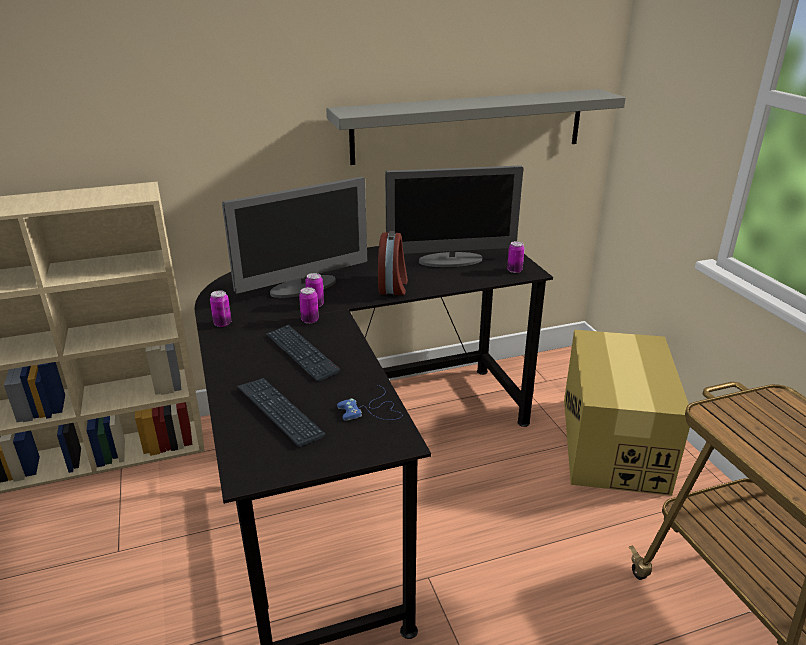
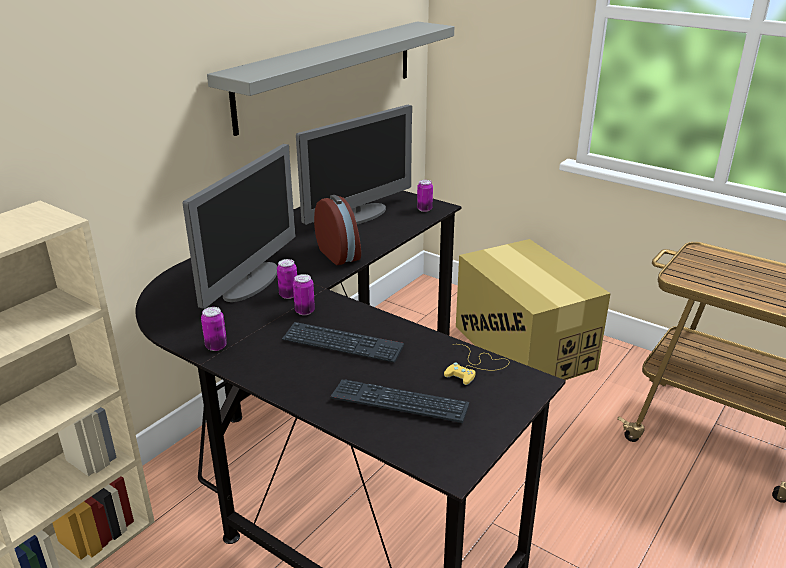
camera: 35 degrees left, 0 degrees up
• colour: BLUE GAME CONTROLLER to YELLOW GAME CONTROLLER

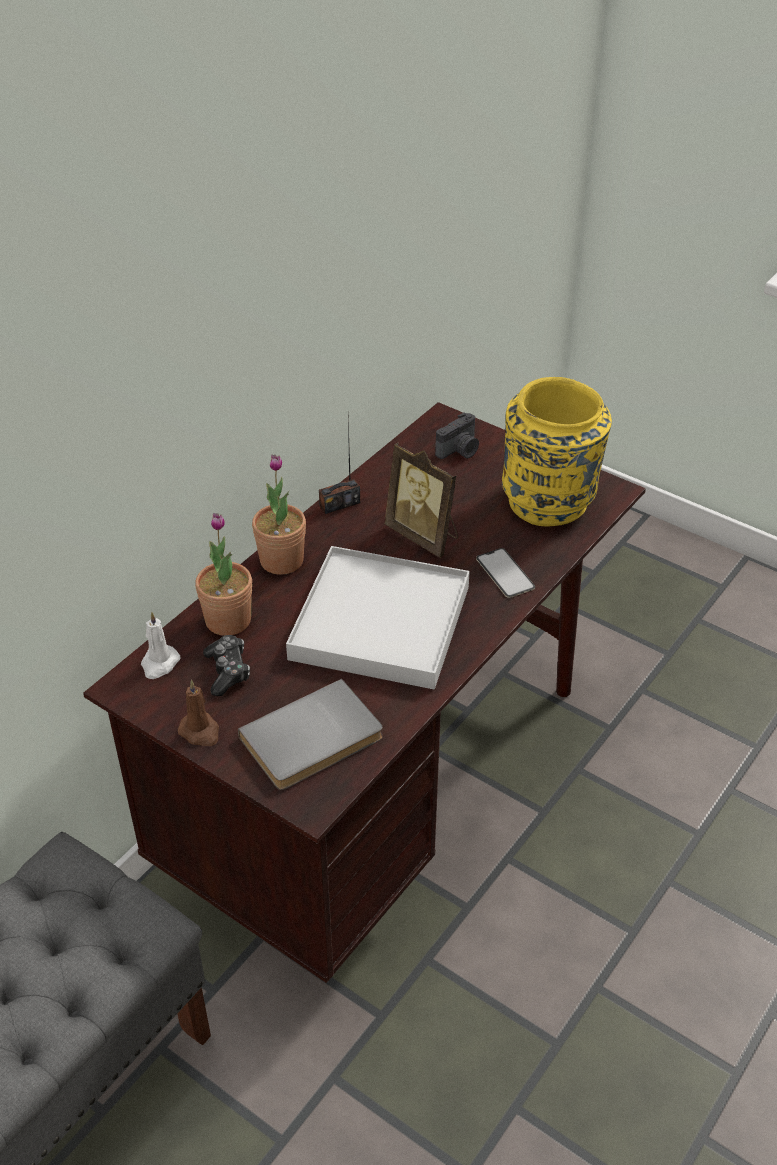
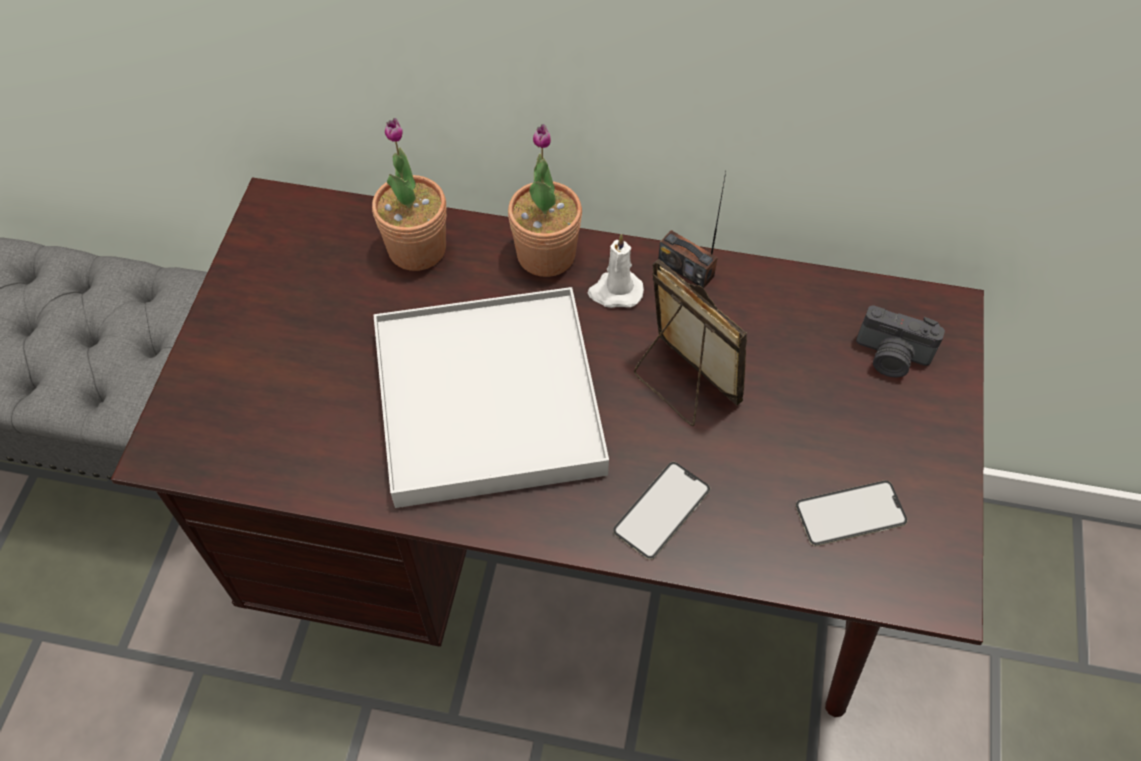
camera: 65 degrees right, 15 degrees up
• relocated: WHITE CANDLE
• missing: BROWN CANDLE
• missing: GAME CONTROLLER
• missing: GREY BOOK
• spun: PICTURE FRAME 120 degrees clockwise
• exchanged: YELLOW VASE to PHONE (no. 2 from left)

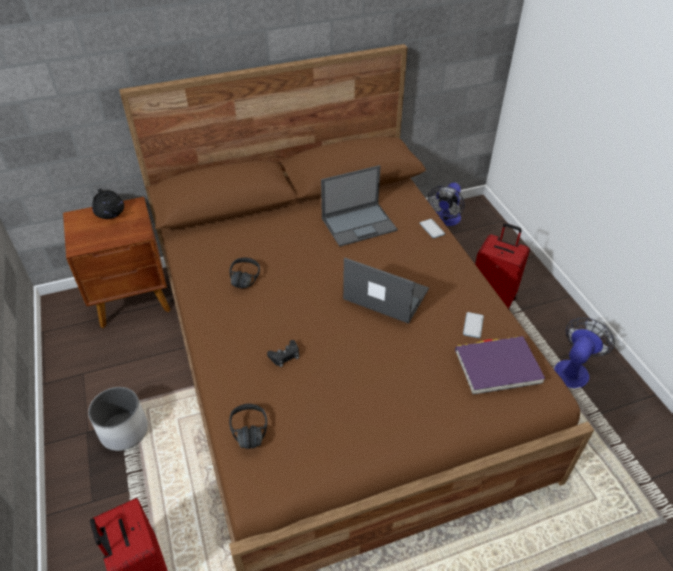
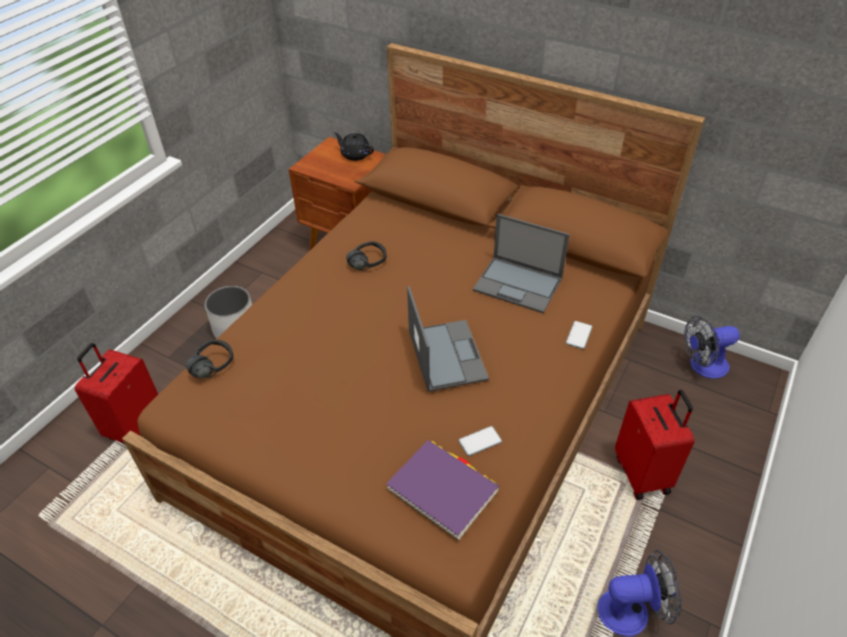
camera: 50 degrees right, 0 degrees up
• spun: BLACK TEAPOT 105 degrees clockwise
• missing: BLACK GAME CONTROLLER

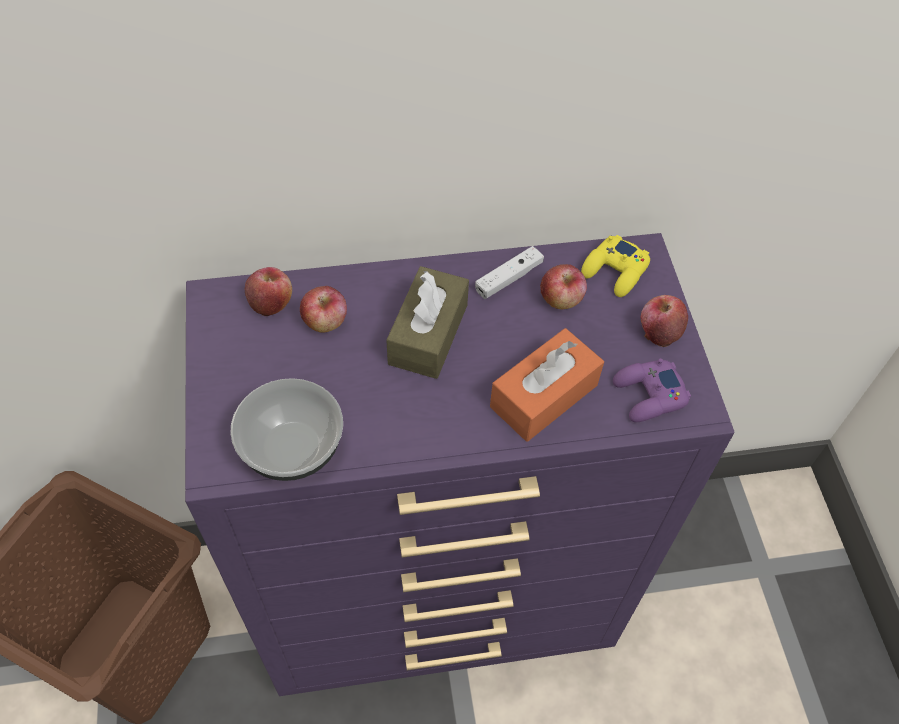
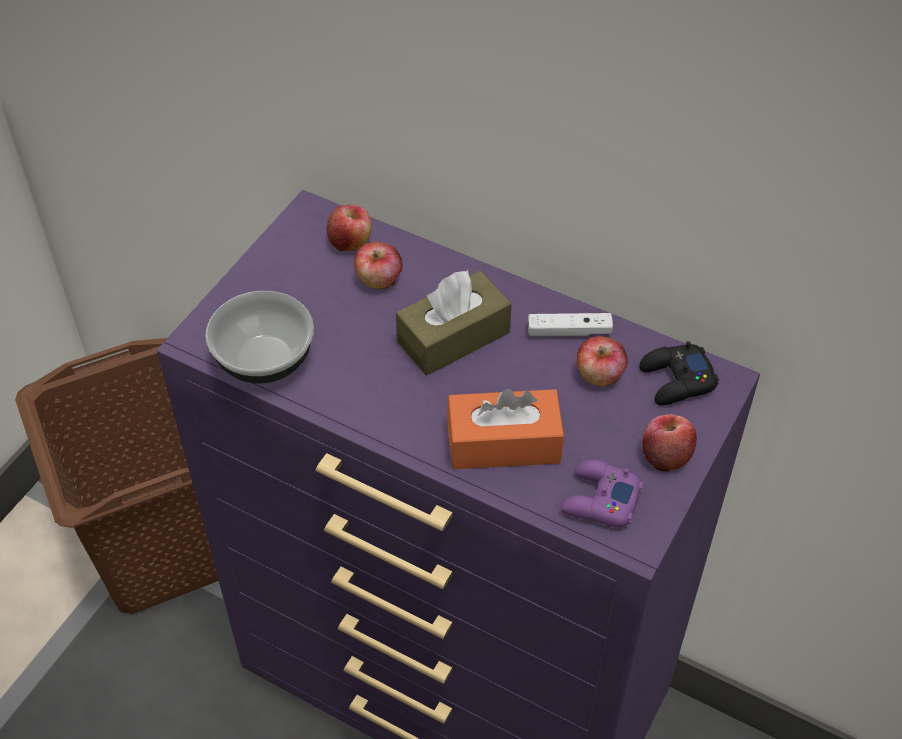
camera: 40 degrees right, 5 degrees down
• colour: YELLOW GAME CONTROLLER to BLACK GAME CONTROLLER

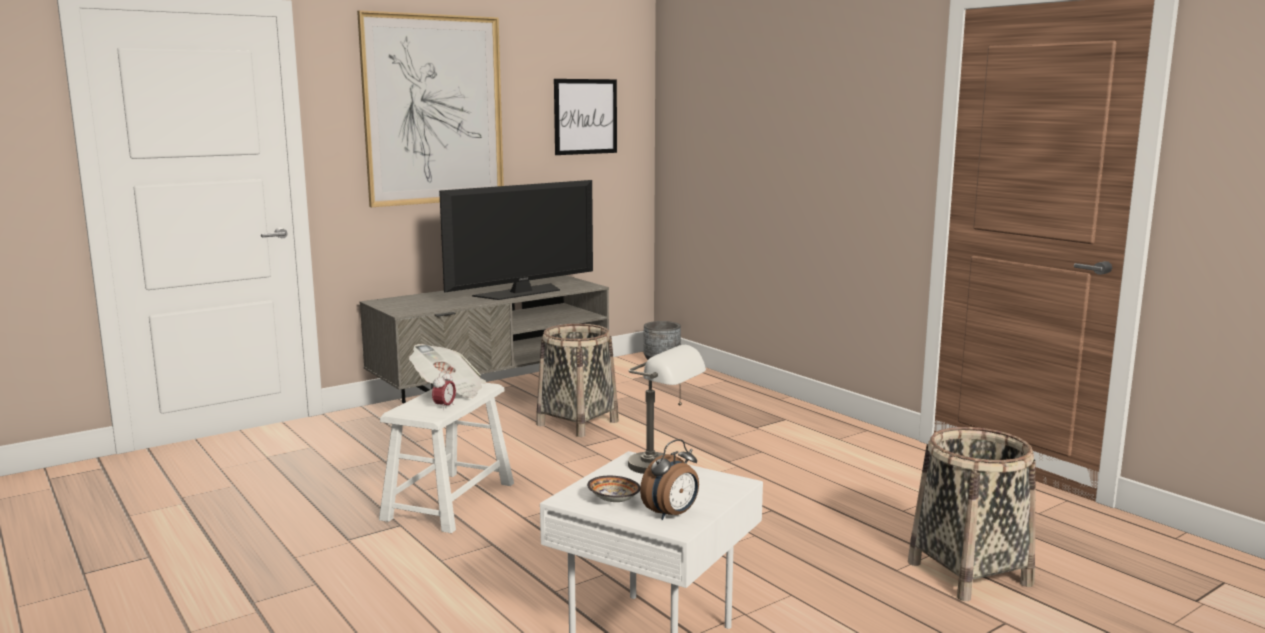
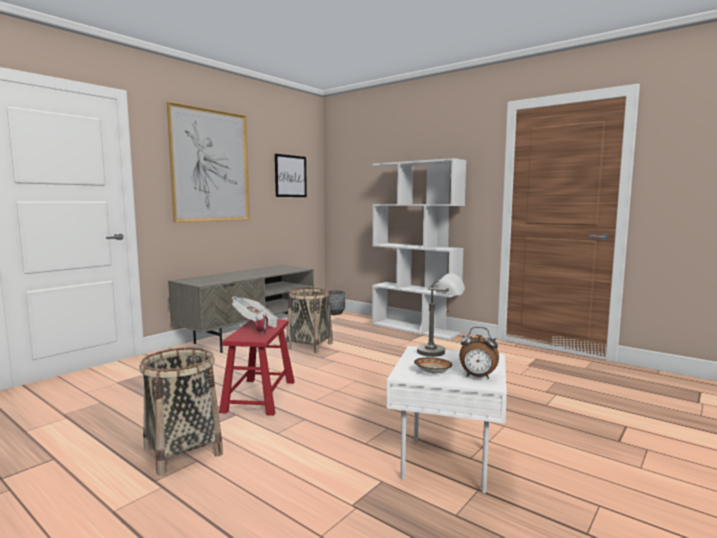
camera: 15 degrees left, 5 degrees down
• colour: WHITE STOOL to RED STOOL
• missing: TELEVISION
• spun: ALARM CLOCK (no. 2 from left) 75 degrees clockwise
• relocated: BASKET (no. 2 from left in the first image) to BASKET (no. 1 from left)
• appeared: WHITE BOOKCASE

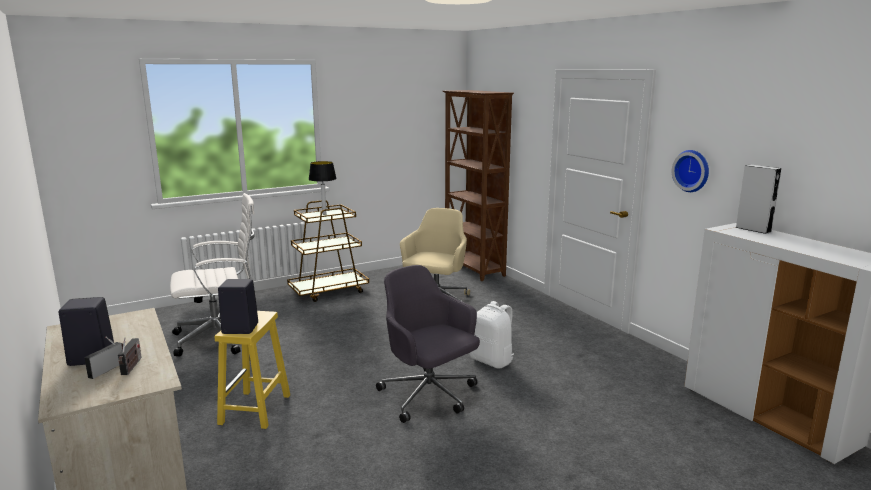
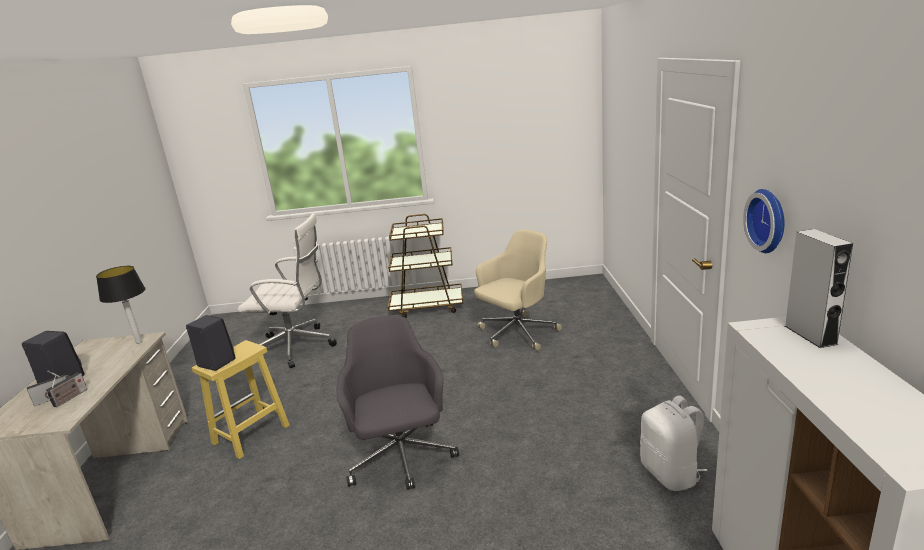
camera: 30 degrees right, 5 degrees up
• relocated: TABLE LAMP
• missing: BROWN BOOKCASE
• relocated: WHITE BACKPACK

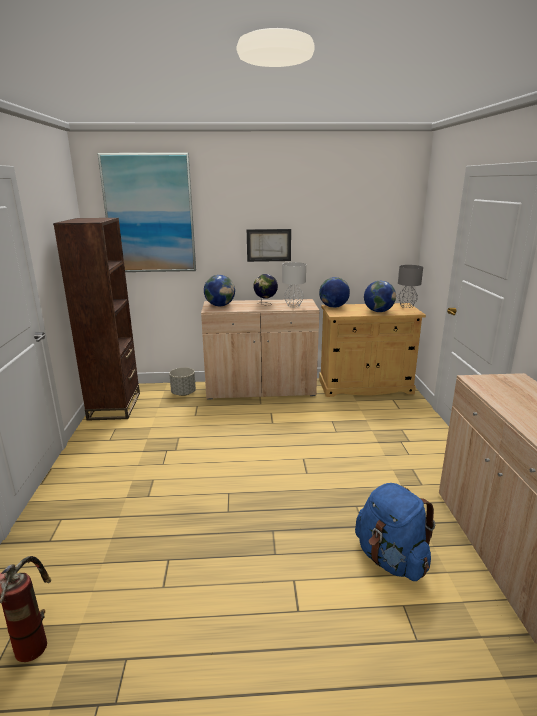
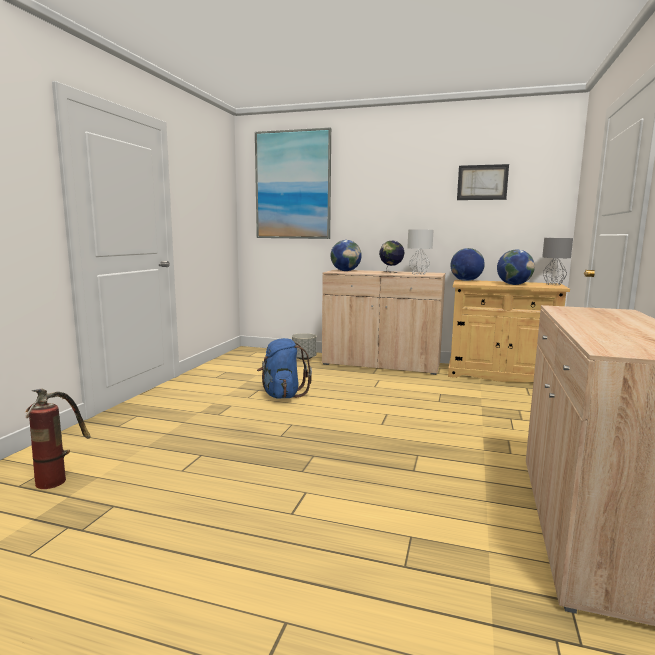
camera: 20 degrees right, 10 degrees down
• missing: BROWN BOOKCASE
• relocated: PICTURE (no. 2 from left)
• relocated: BLUE BACKPACK

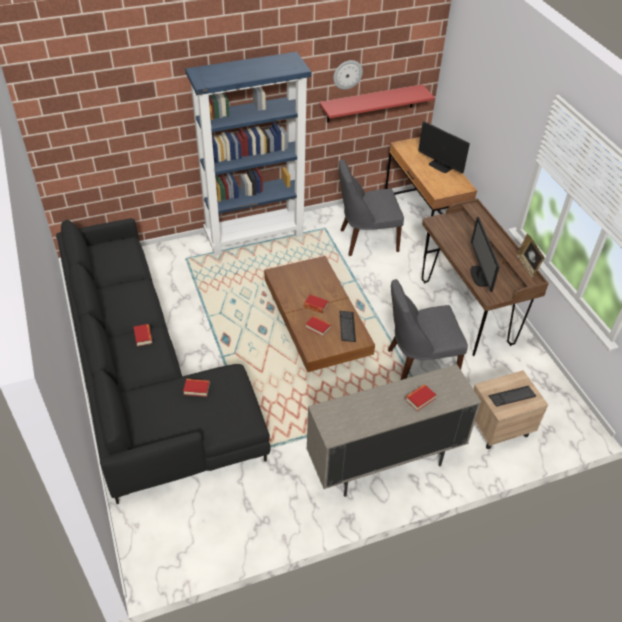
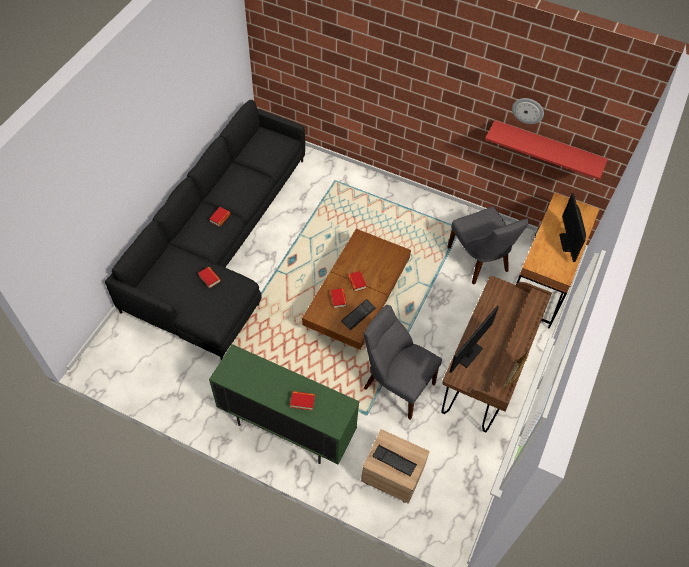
camera: 45 degrees right, 10 degrees up
• missing: BLUE BOOKCASE
• colour: BEIGE CABINET to GREEN CABINET
• spun: GREY CHAIR (no. 1 from left in the first image) 150 degrees counterclockwise

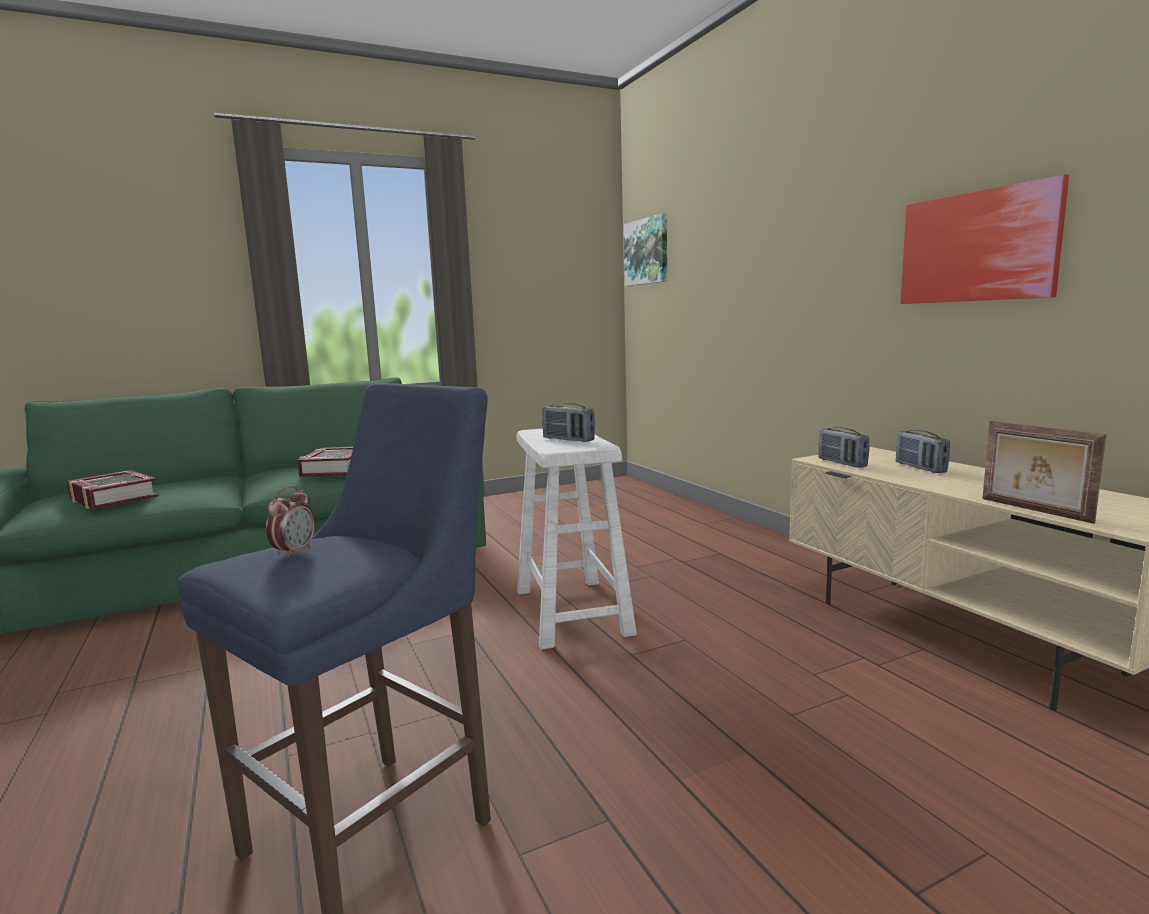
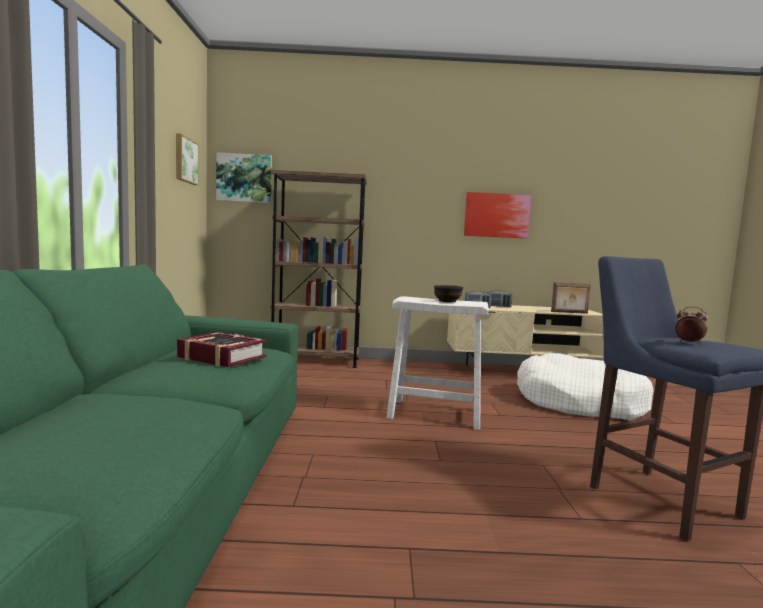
camera: 65 degrees left, 5 degrees down
• missing: BOOK (no. 1 from left)
• exchanged: RADIO (no. 1 from left) to BROWN BOWL
• appeared: PICTURE (no. 1 from left)
• appeared: BROWN BOOKCASE
• appeared: WHITE DOG BED

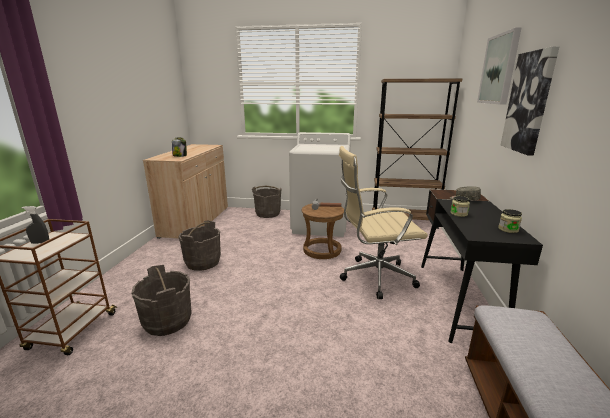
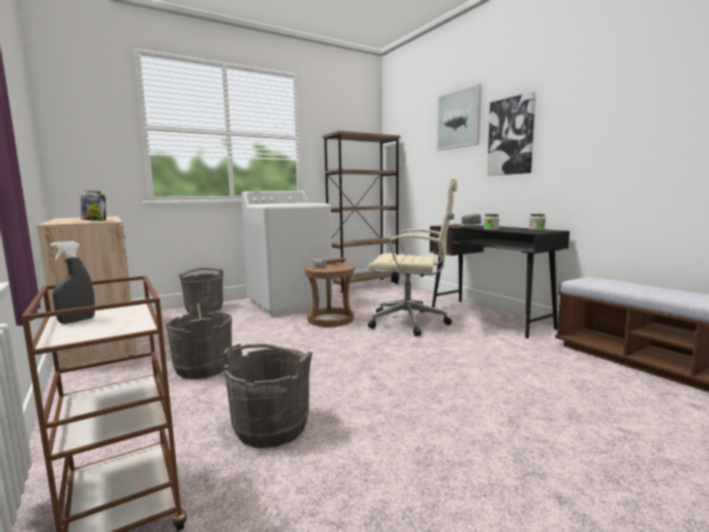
camera: 40 degrees left, 10 degrees down
• spun: BEIGE OFFICE CHAIR 120 degrees counterclockwise

